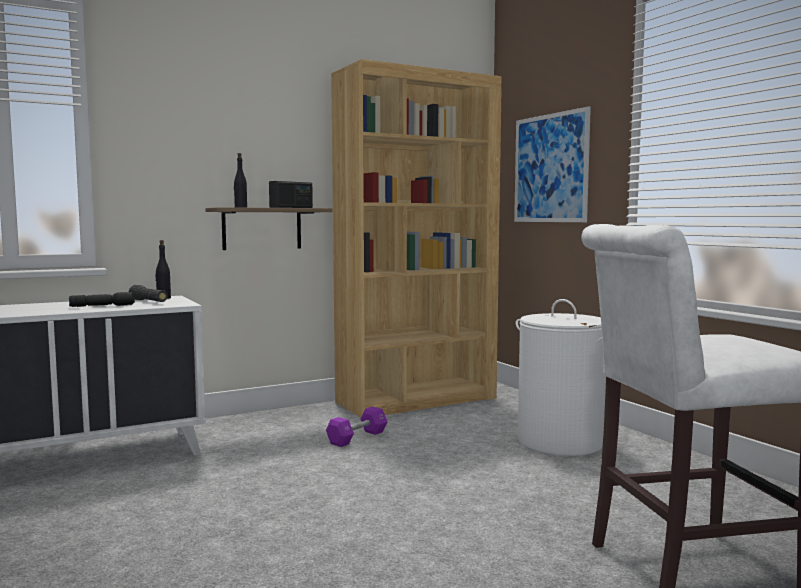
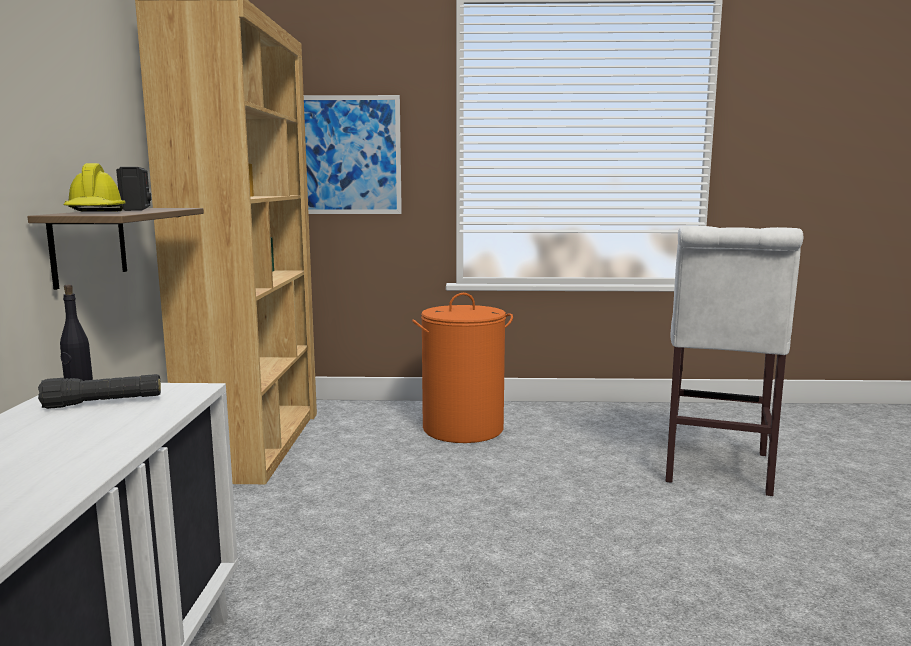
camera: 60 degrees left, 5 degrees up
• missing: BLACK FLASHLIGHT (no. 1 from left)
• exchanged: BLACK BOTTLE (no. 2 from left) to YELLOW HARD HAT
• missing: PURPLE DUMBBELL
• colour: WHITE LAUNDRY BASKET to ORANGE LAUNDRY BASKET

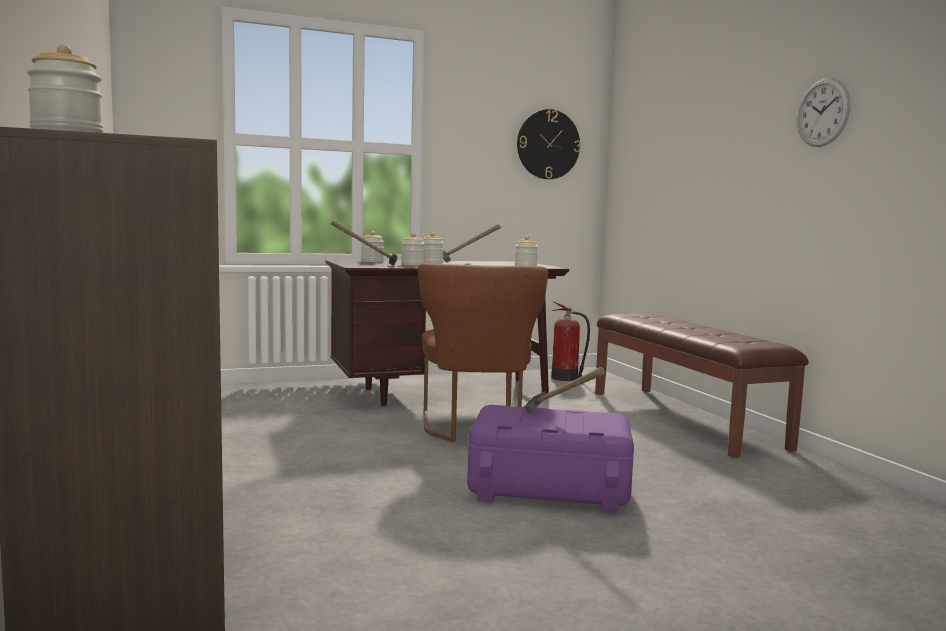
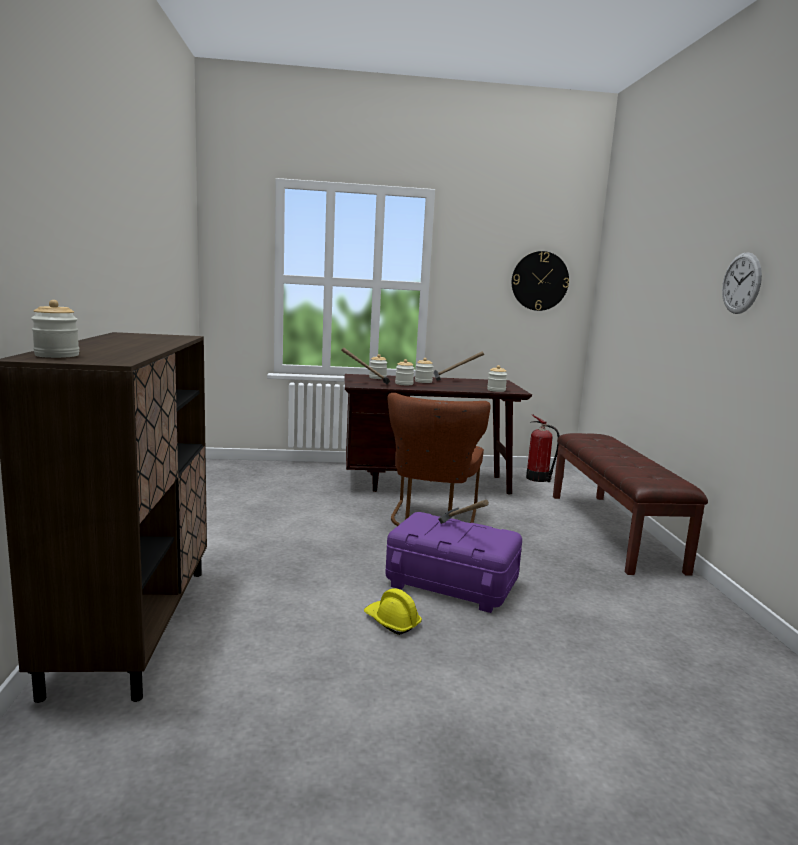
camera: 15 degrees right, 5 degrees up
• appeared: YELLOW HARD HAT

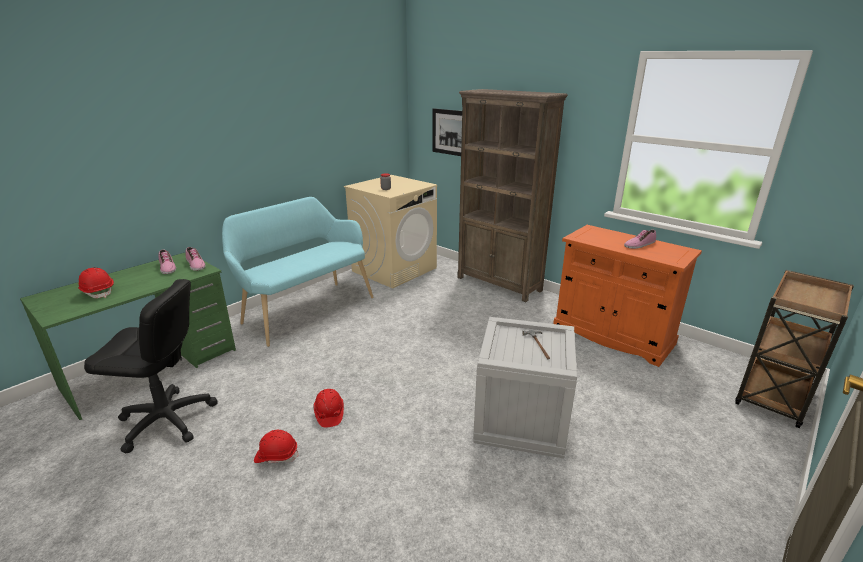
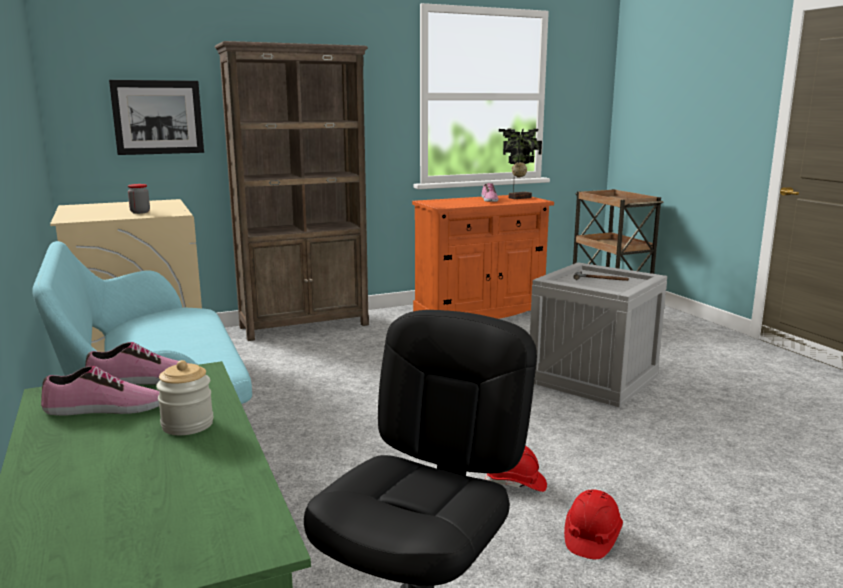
camera: 65 degrees left, 10 degrees down
• missing: RED HARD HAT (no. 1 from left)
• appeared: JAR (no. 2 from left)
• appeared: POTTED PLANT

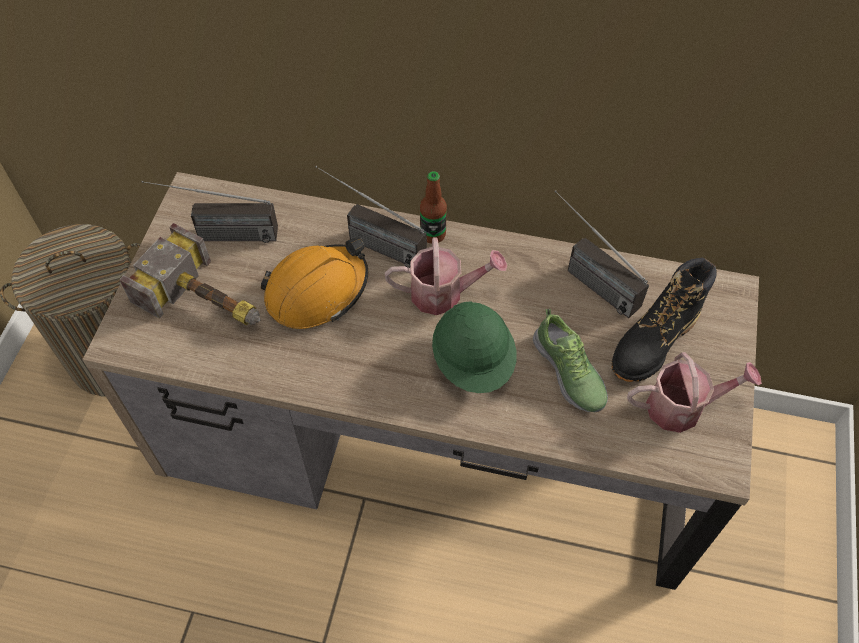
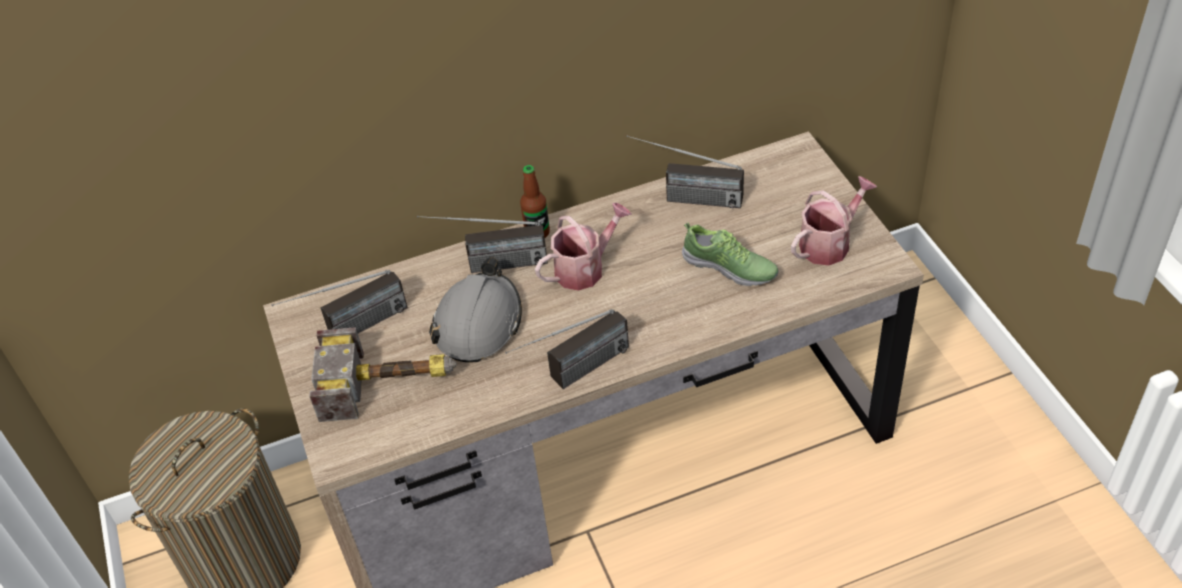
camera: 30 degrees left, 10 degrees down
• colour: ORANGE HARD HAT to GREY HARD HAT
• missing: GREEN HARD HAT
• missing: BLACK BOOT
• appeared: RADIO (no. 3 from left)

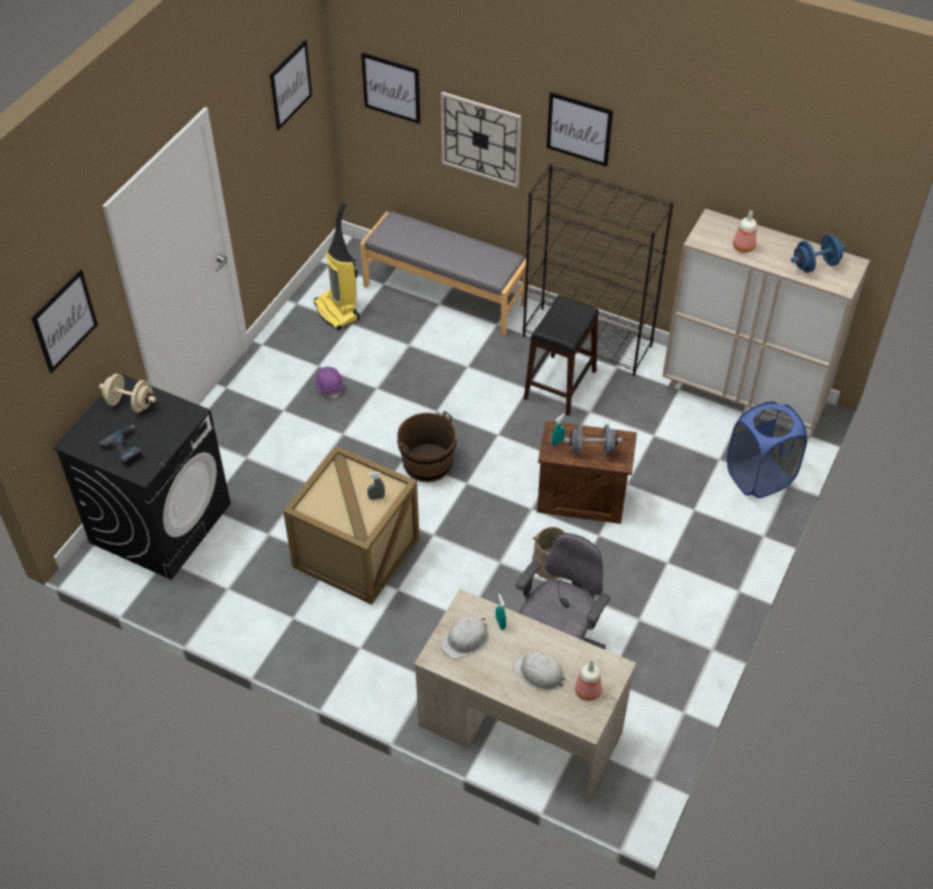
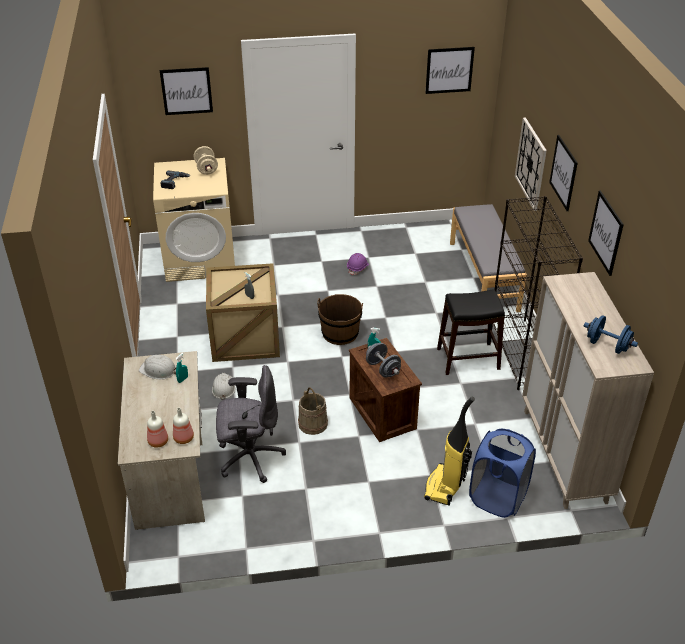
camera: 55 degrees right, 10 degrees down
• colour: BLACK WASHING MACHINE to BEIGE WASHING MACHINE
• relocated: VACUUM CLEANER
• relocated: PICTURE (no. 3 from left in the first image) to PICTURE (no. 4 from left)
• relocated: WHITE HARD HAT (no. 2 from left)
• relocated: BOTTLE (no. 2 from left)

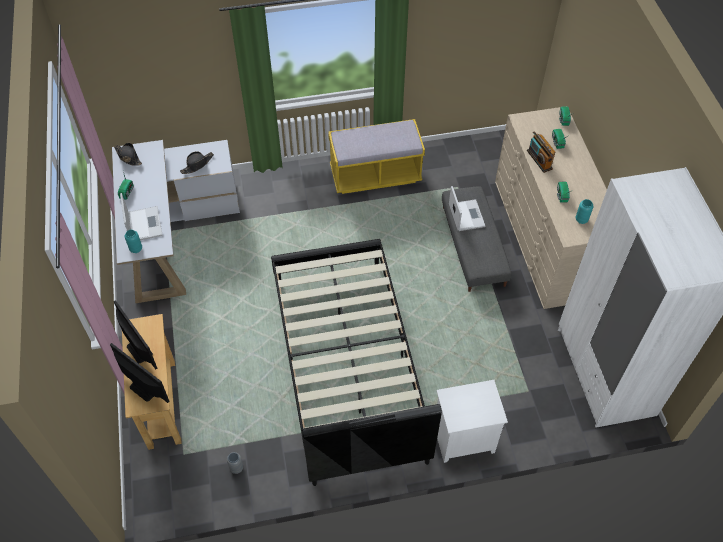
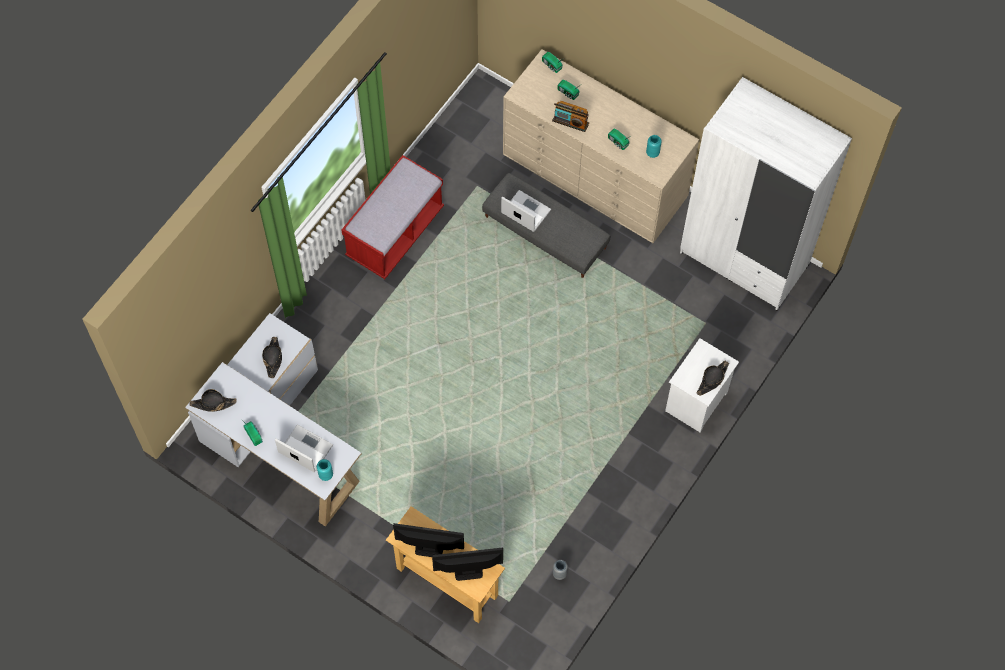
camera: 45 degrees left, 10 degrees up
• missing: BLACK BED
• colour: YELLOW BENCH to RED BENCH
• appeared: BLACK HAT (no. 3 from left)

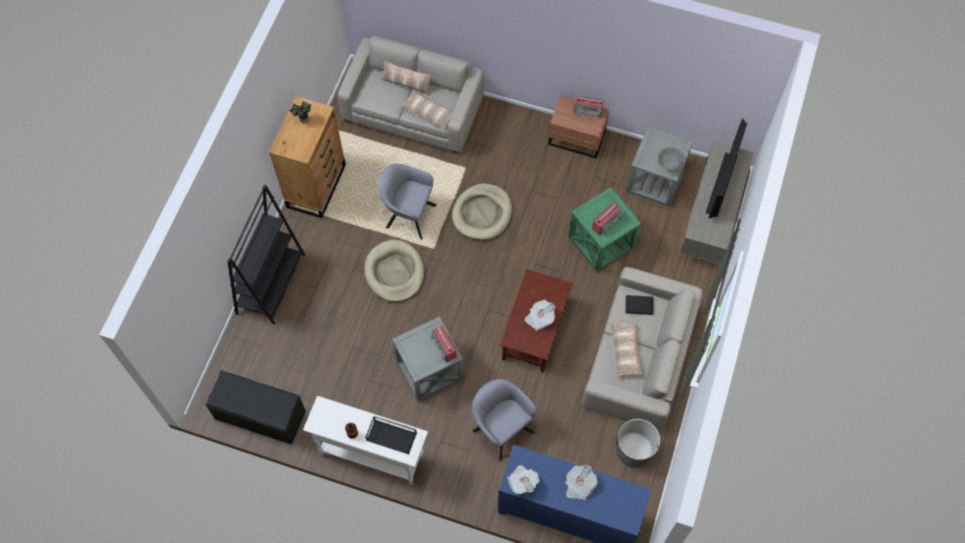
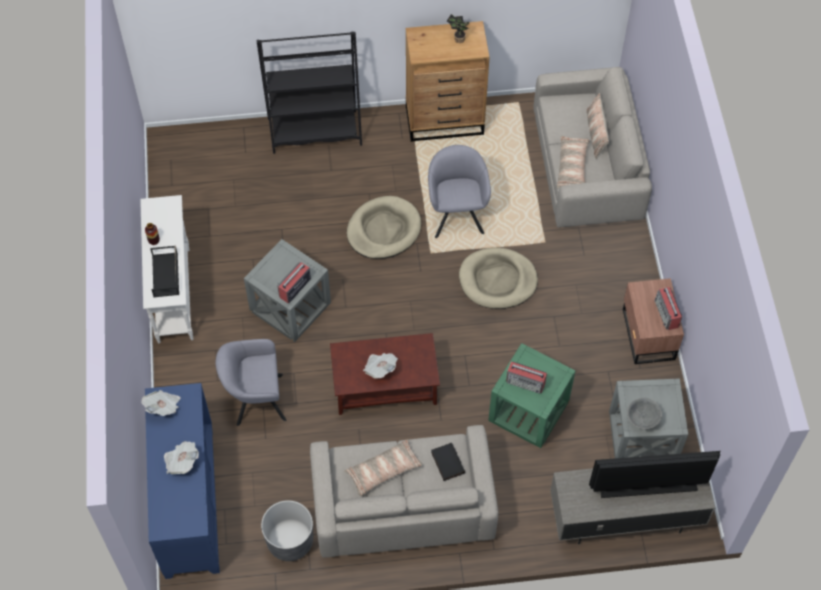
camera: 65 degrees right, 5 degrees down
• missing: BLACK BENCH
• spun: GREY ARMCHAIR (no. 2 from left in the first image) 120 degrees counterclockwise

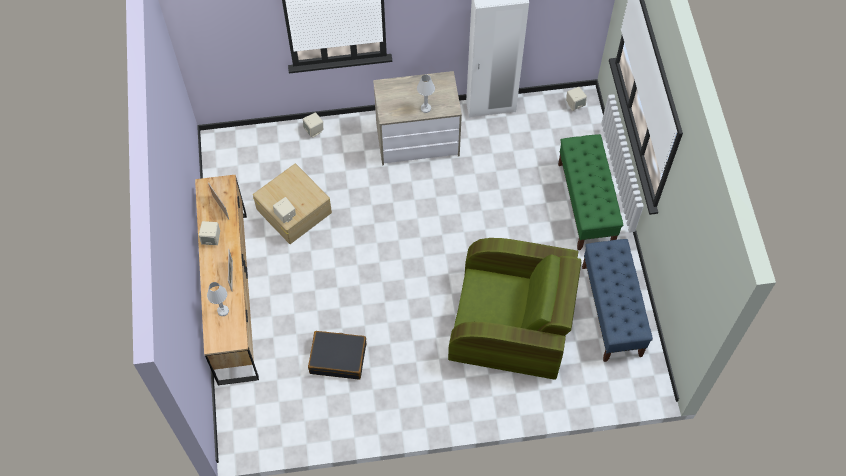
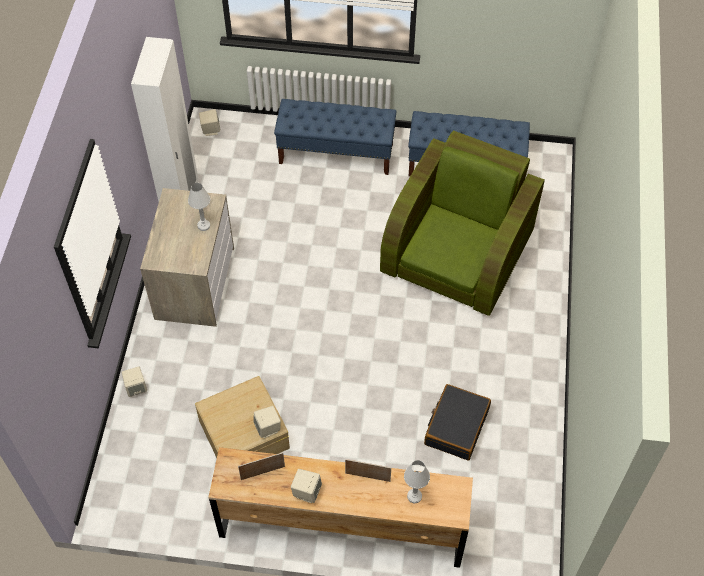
camera: 75 degrees left, 5 degrees down
• colour: GREEN BENCH to BLUE BENCH (no. 1 from left)

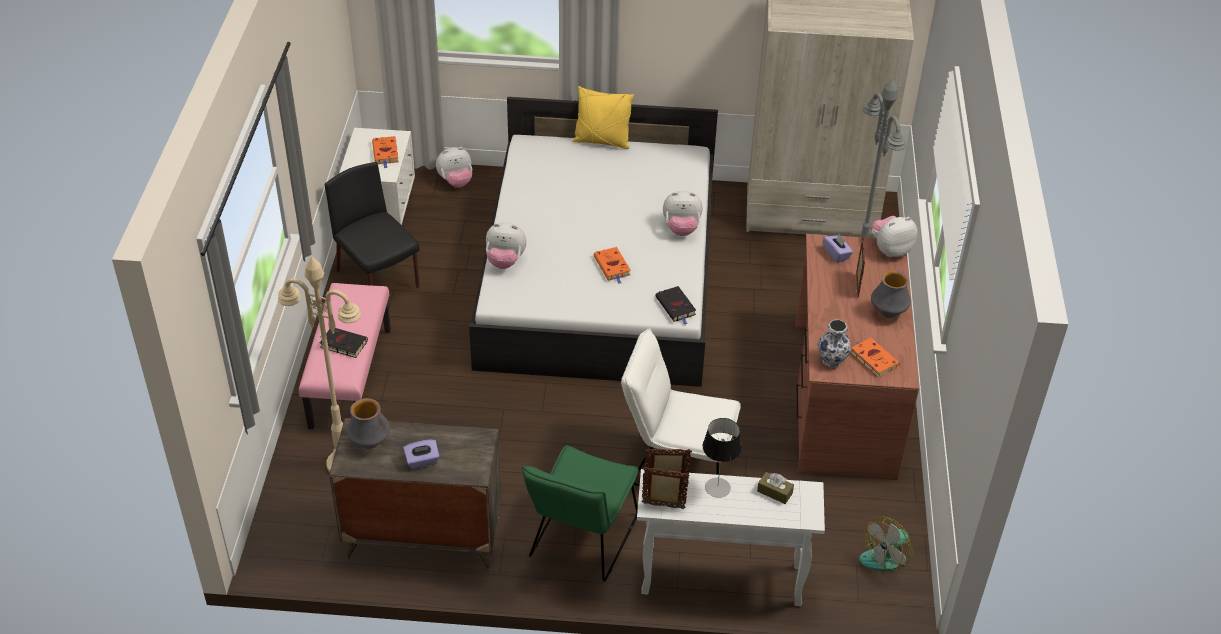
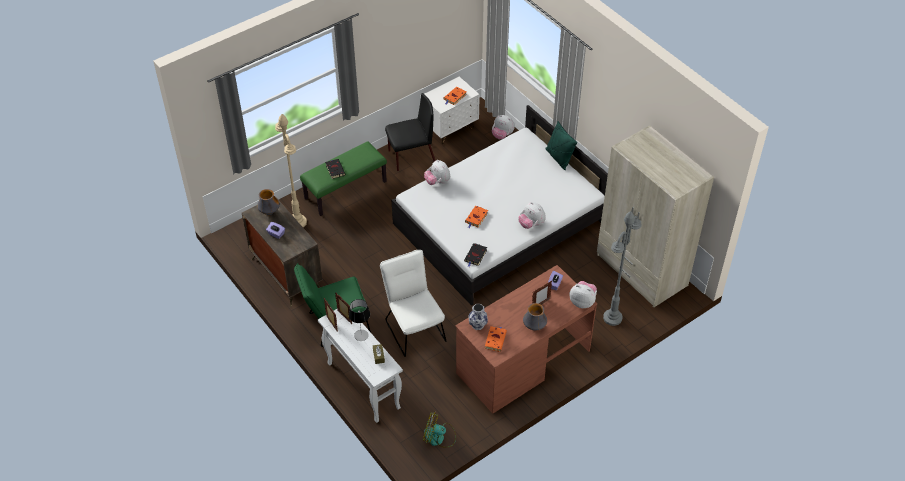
camera: 50 degrees right, 5 degrees up
• colour: PINK BENCH to GREEN BENCH
• spun: BLACK CHAIR 60 degrees clockwise
• colour: YELLOW PILLOW to GREEN PILLOW

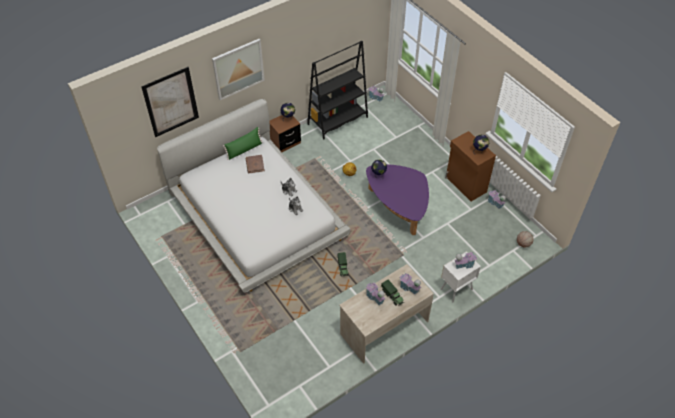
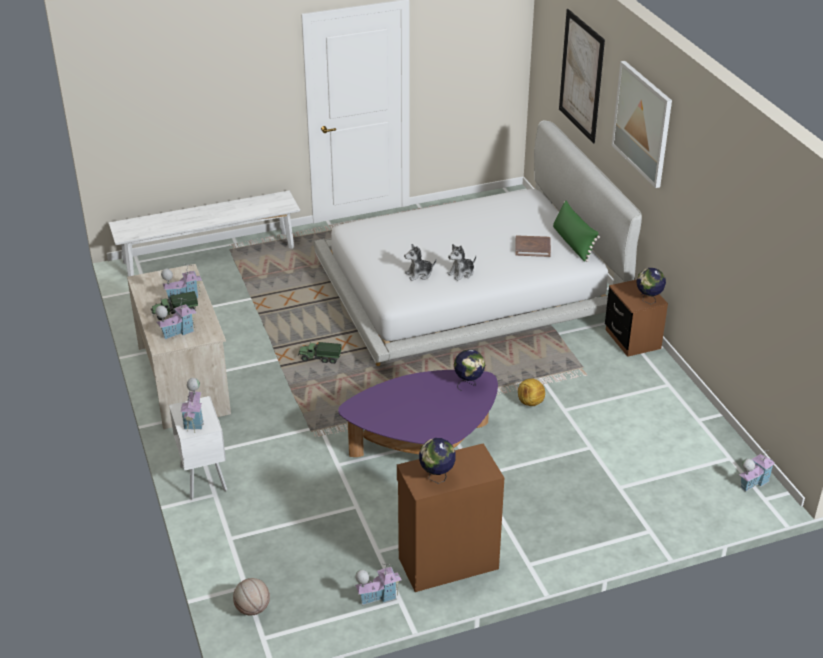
camera: 105 degrees right, 15 degrees down
• missing: BLACK BOOKCASE
• appeared: WHITE BENCH

